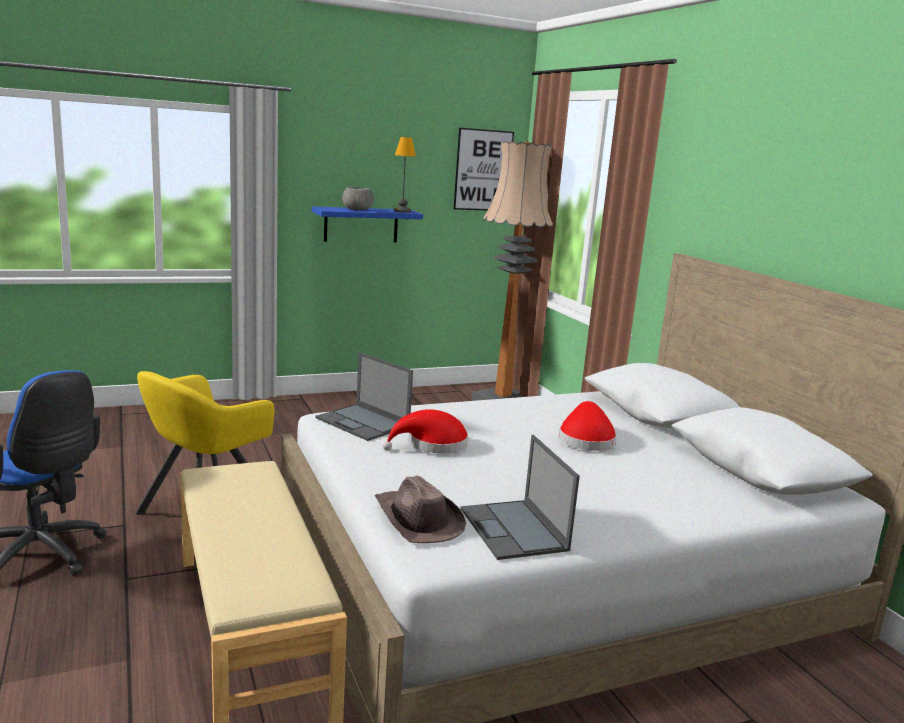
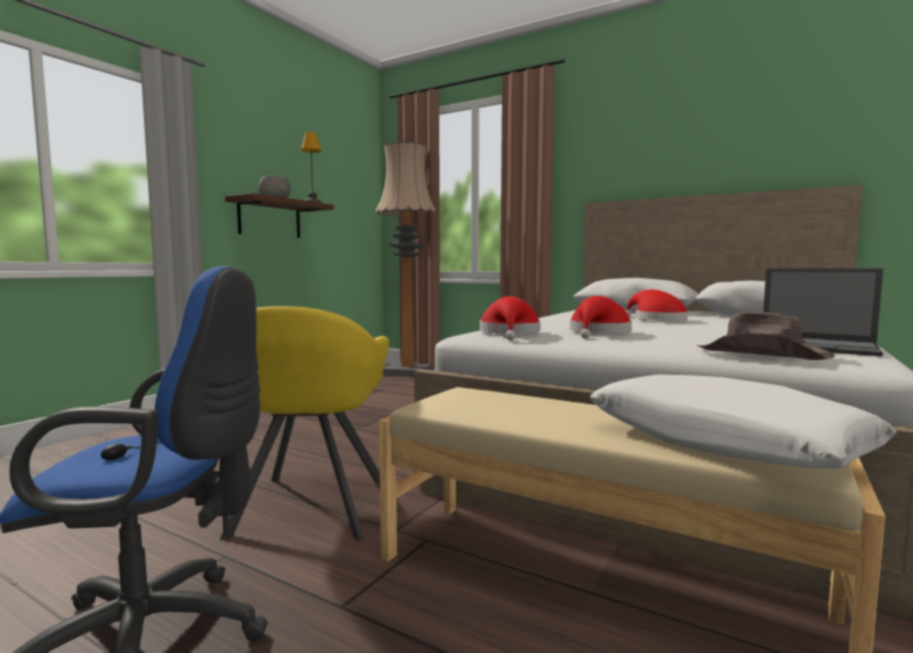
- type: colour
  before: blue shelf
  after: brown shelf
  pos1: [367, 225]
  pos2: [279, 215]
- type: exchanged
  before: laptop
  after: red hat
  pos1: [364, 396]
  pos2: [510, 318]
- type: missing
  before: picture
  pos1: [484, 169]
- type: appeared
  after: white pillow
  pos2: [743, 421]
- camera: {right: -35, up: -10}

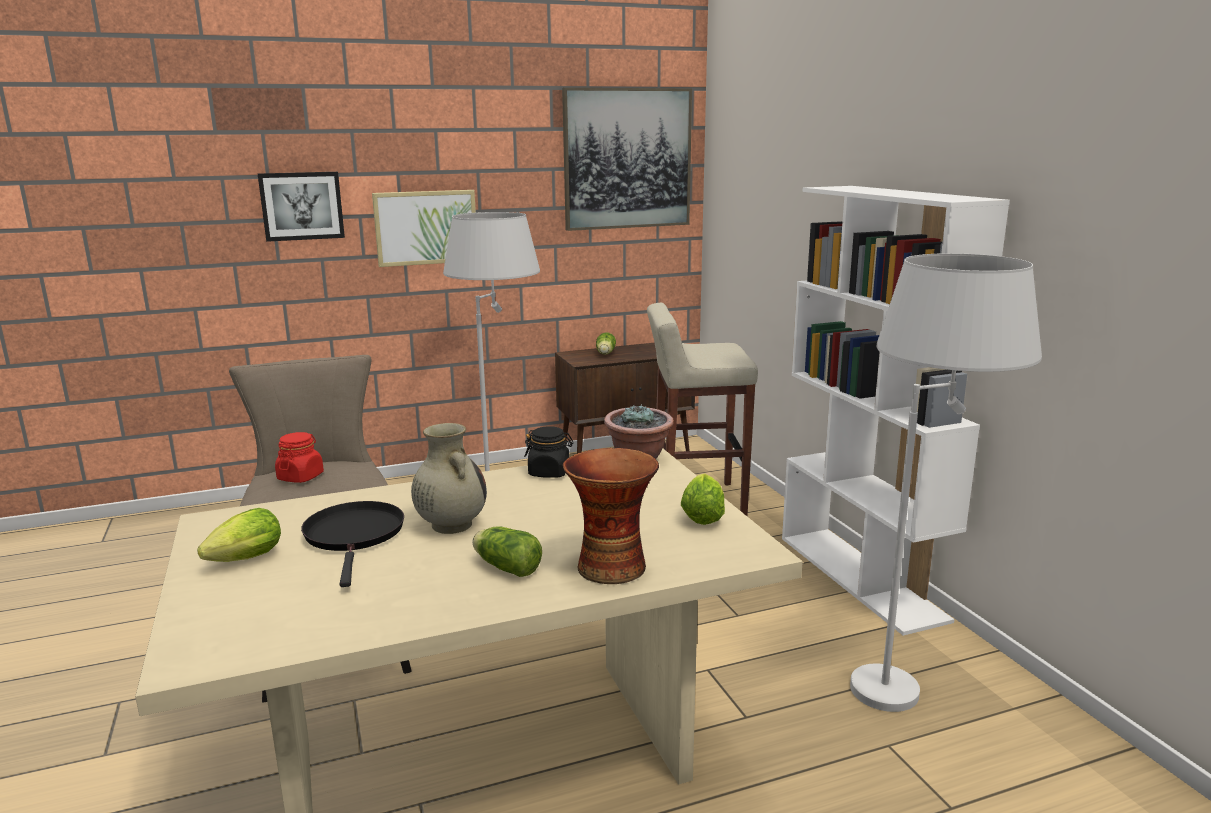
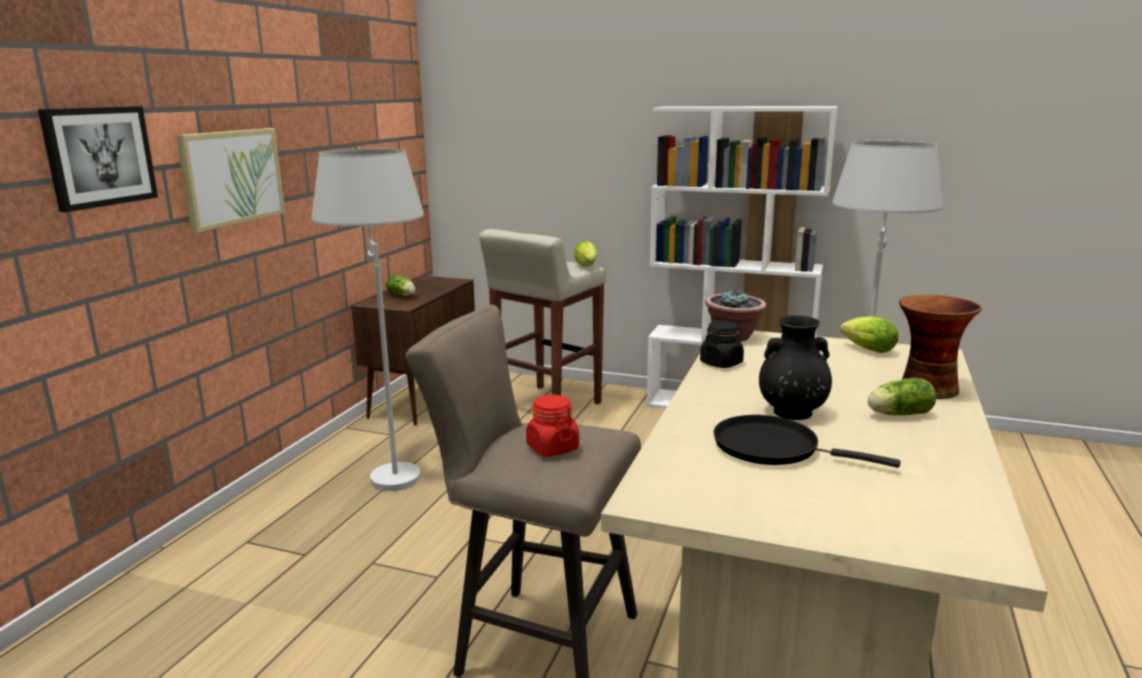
- type: relocated
  before: lettuce
  pos1: [239, 535]
  pos2: [586, 253]
- type: colour
  before: beige vase
  after: black vase
  pos1: [449, 478]
  pos2: [795, 367]
- type: missing
  before: picture
  pos1: [627, 159]
- camera: {right: -50, up: 0}

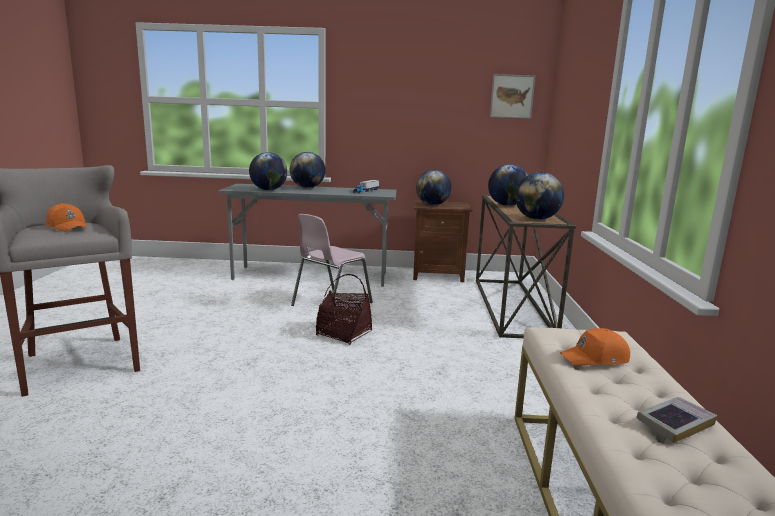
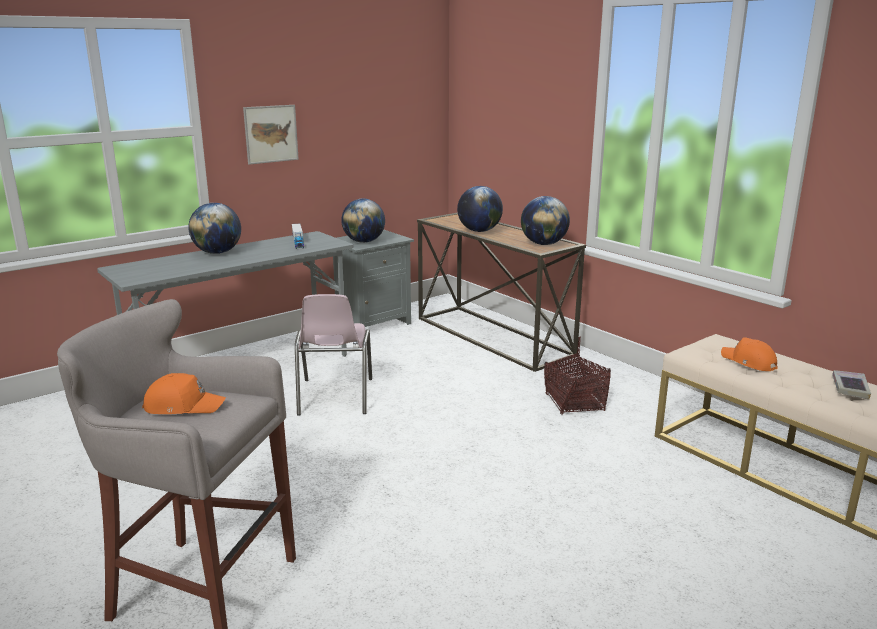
- type: missing
  before: globe
  pos1: [268, 171]
- type: relocated
  before: basket
  pos1: [344, 309]
  pos2: [577, 375]
- type: colour
  before: brown nightstand
  after: grey nightstand
  pos1: [442, 241]
  pos2: [373, 278]
- type: relocated
  before: picture
  pos1: [512, 96]
  pos2: [271, 135]
- type: spun
  before: orange cap
  pos1: [595, 347]
  pos2: [749, 354]
  turn: 105
- camera: {right: -40, up: 5}

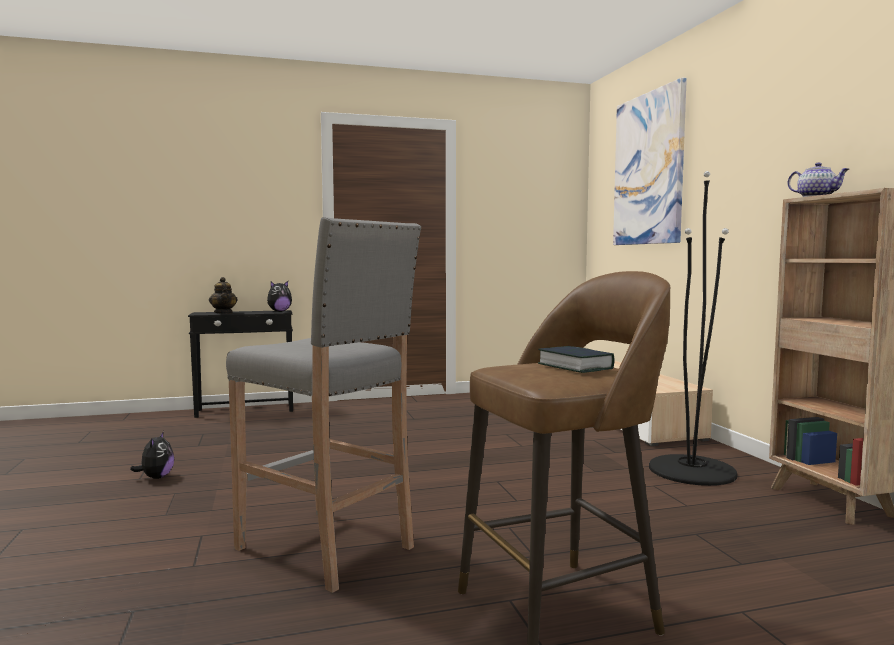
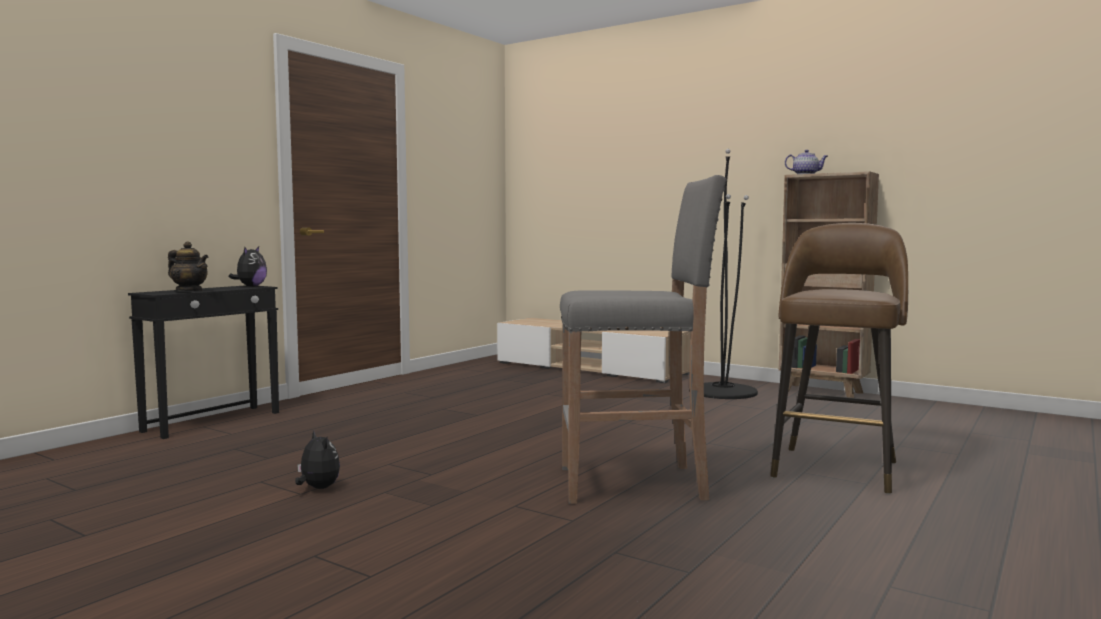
- type: missing
  before: book
  pos1: [576, 359]
- type: missing
  before: picture
  pos1: [650, 161]
- camera: {right: -40, up: 0}

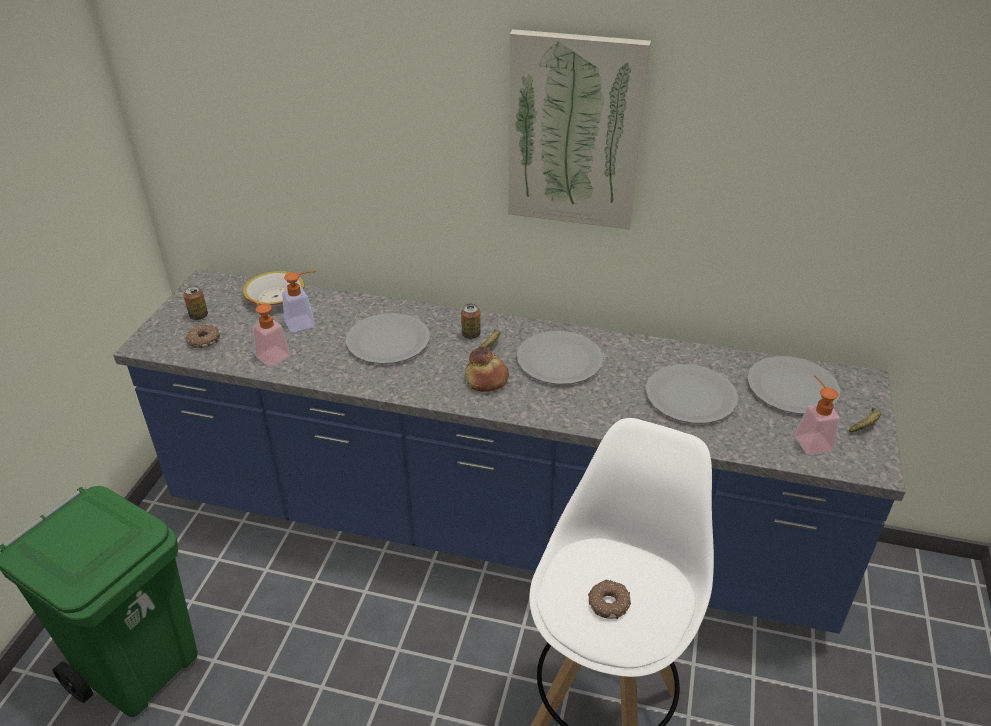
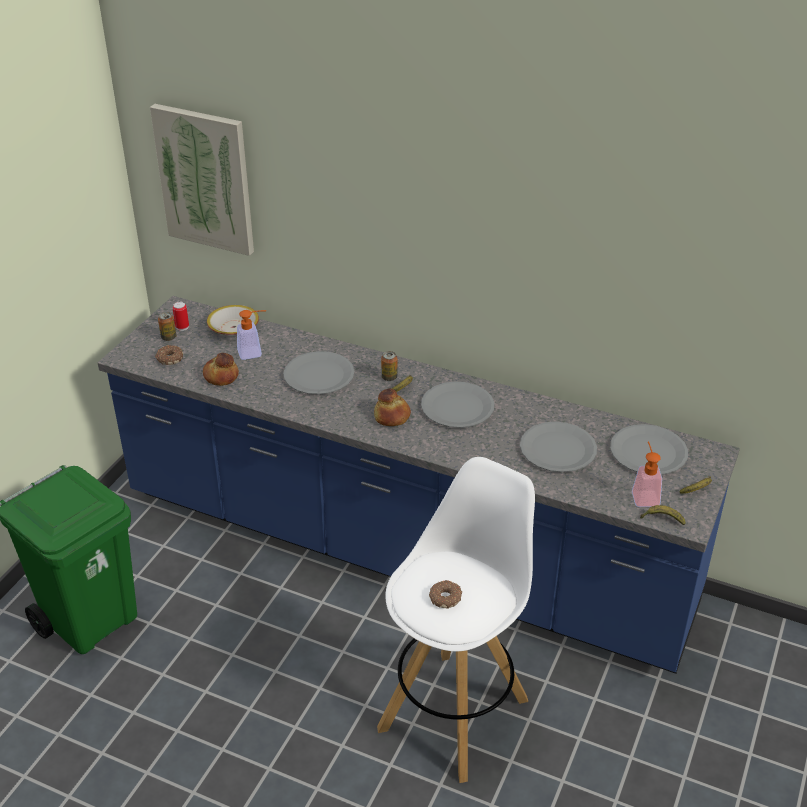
- type: exchanged
  before: soap dispenser
  after: bread
  pos1: [269, 333]
  pos2: [221, 369]
- type: relocated
  before: picture
  pos1: [579, 129]
  pos2: [202, 180]
- type: appeared
  after: can
  pos2: [181, 316]
- type: appeared
  after: banana
  pos2: [663, 515]
- camera: {right: 10, up: 0}

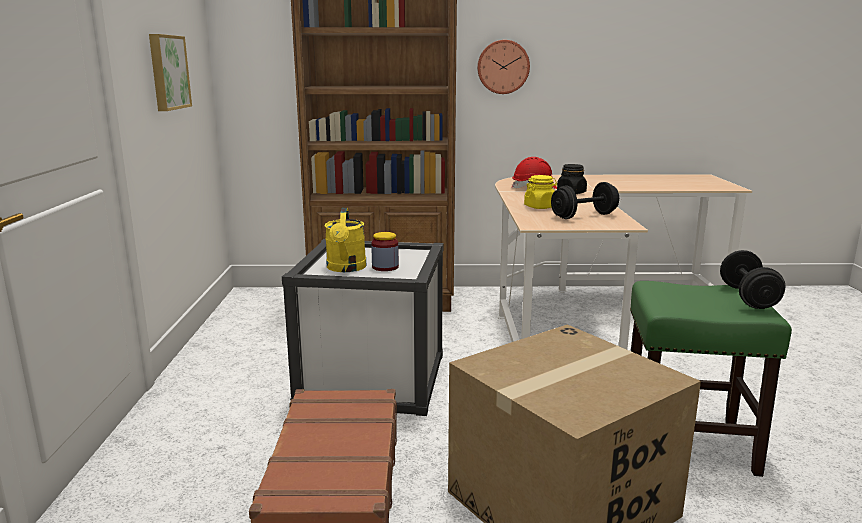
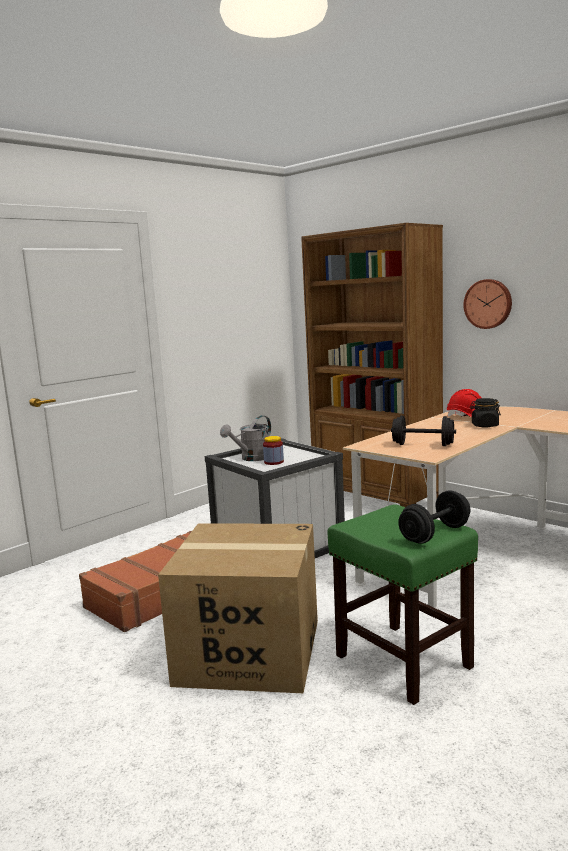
- type: missing
  before: picture
  pos1: [170, 72]
- type: colour
  before: yellow watering can
  after: grey watering can
  pos1: [345, 240]
  pos2: [245, 438]
- type: missing
  before: yellow jar
  pos1: [540, 192]
- camera: {right: 45, up: -5}

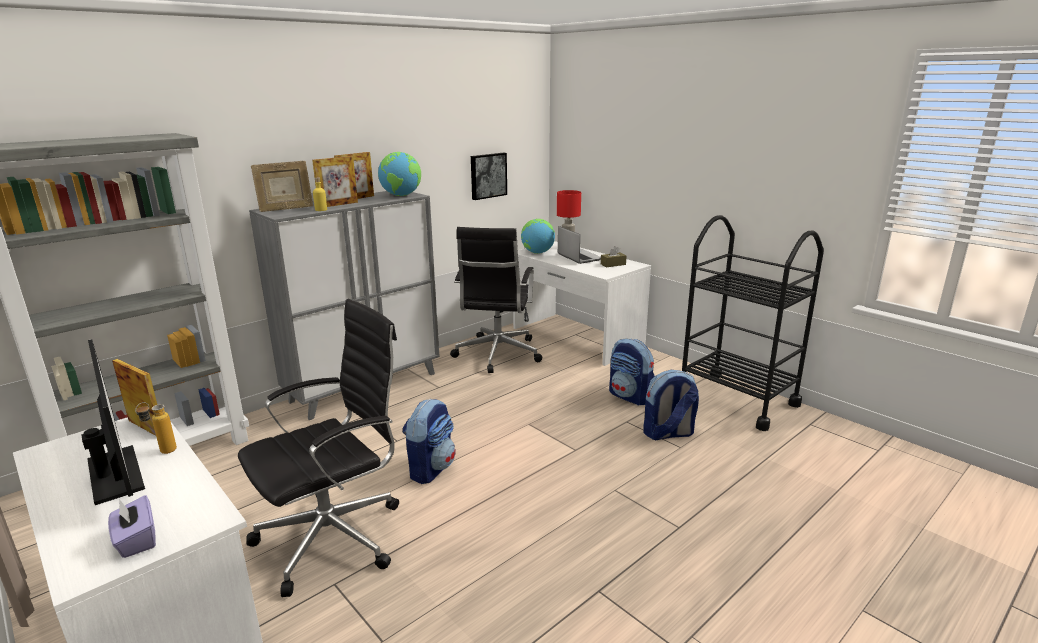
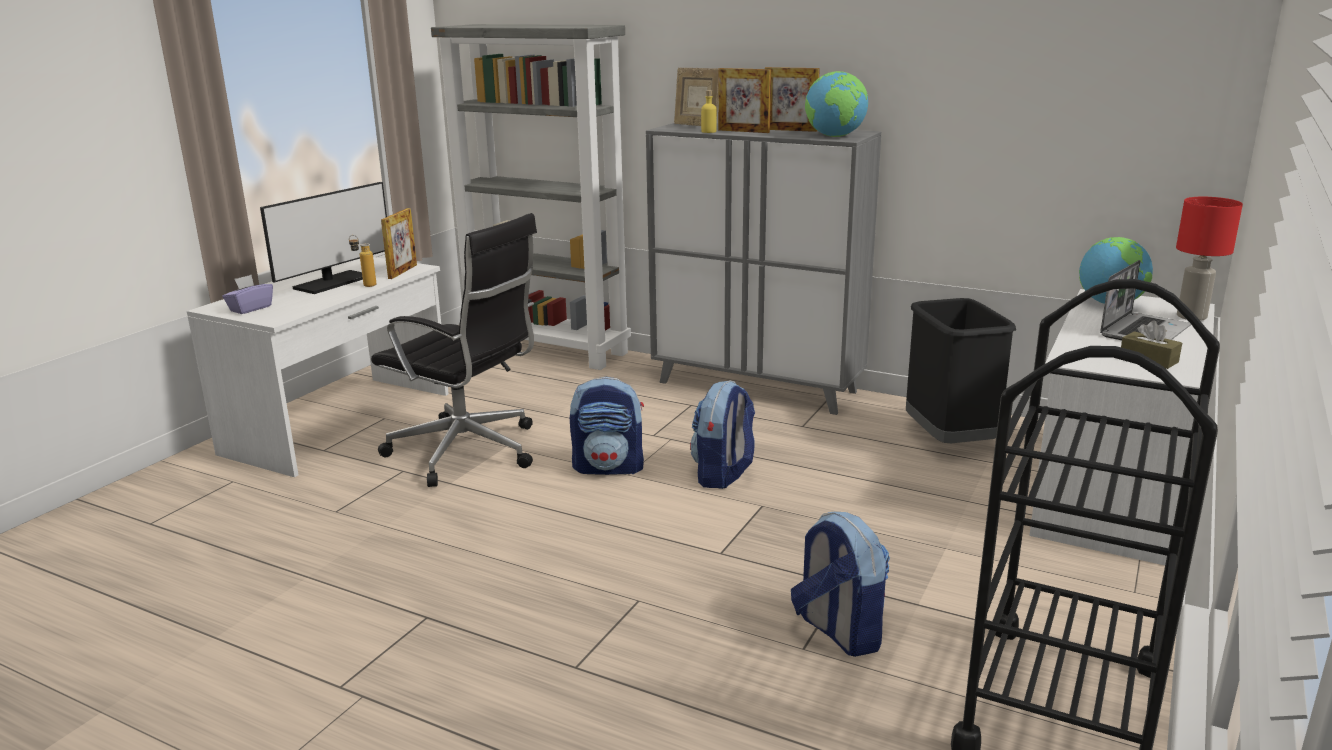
- type: exchanged
  before: black office chair
  after: black trash can
  pos1: [496, 300]
  pos2: [961, 370]
- type: missing
  before: picture
  pos1: [489, 176]
- type: relocated
  before: backpack
  pos1: [631, 371]
  pos2: [722, 434]
- camera: {right: 70, up: 0}

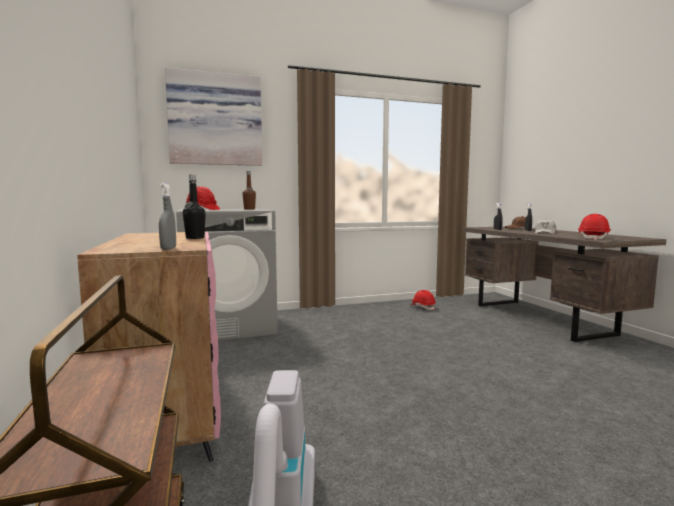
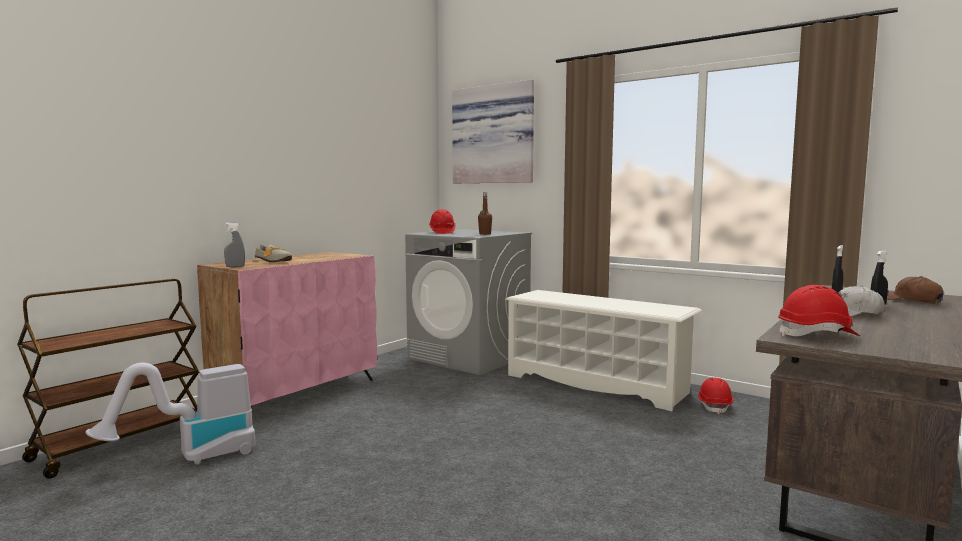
- type: missing
  before: black bottle
  pos1: [194, 207]
- type: appeared
  after: shoe
  pos2: [273, 253]
- type: appeared
  after: white shoe rack
  pos2: [603, 350]
- camera: {right: 55, up: 0}

